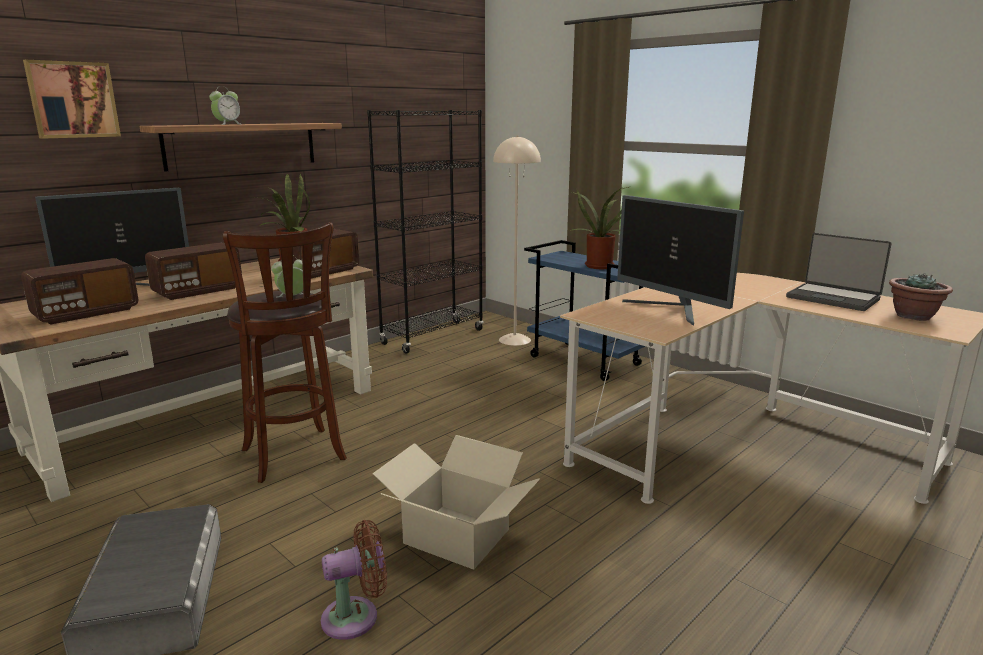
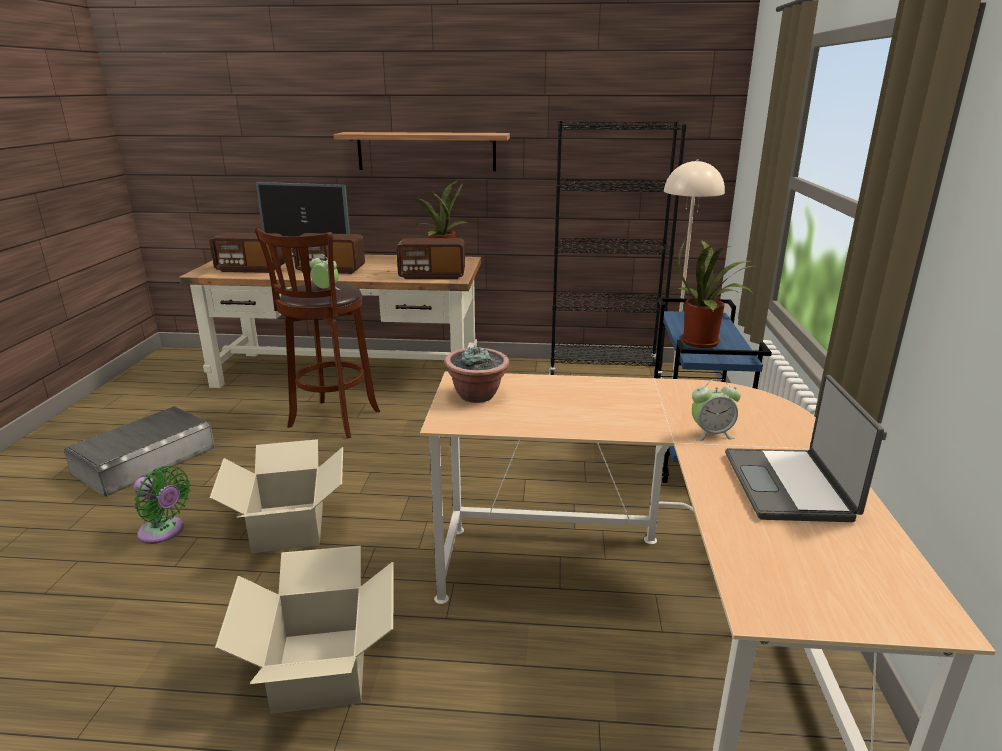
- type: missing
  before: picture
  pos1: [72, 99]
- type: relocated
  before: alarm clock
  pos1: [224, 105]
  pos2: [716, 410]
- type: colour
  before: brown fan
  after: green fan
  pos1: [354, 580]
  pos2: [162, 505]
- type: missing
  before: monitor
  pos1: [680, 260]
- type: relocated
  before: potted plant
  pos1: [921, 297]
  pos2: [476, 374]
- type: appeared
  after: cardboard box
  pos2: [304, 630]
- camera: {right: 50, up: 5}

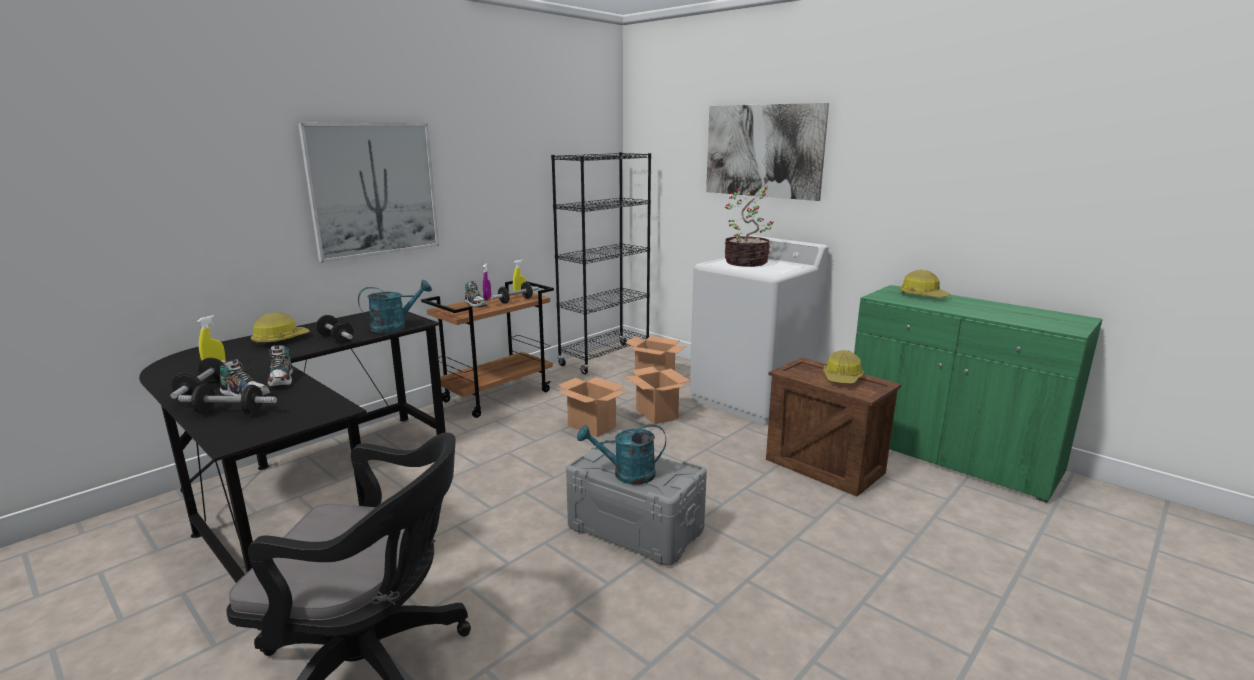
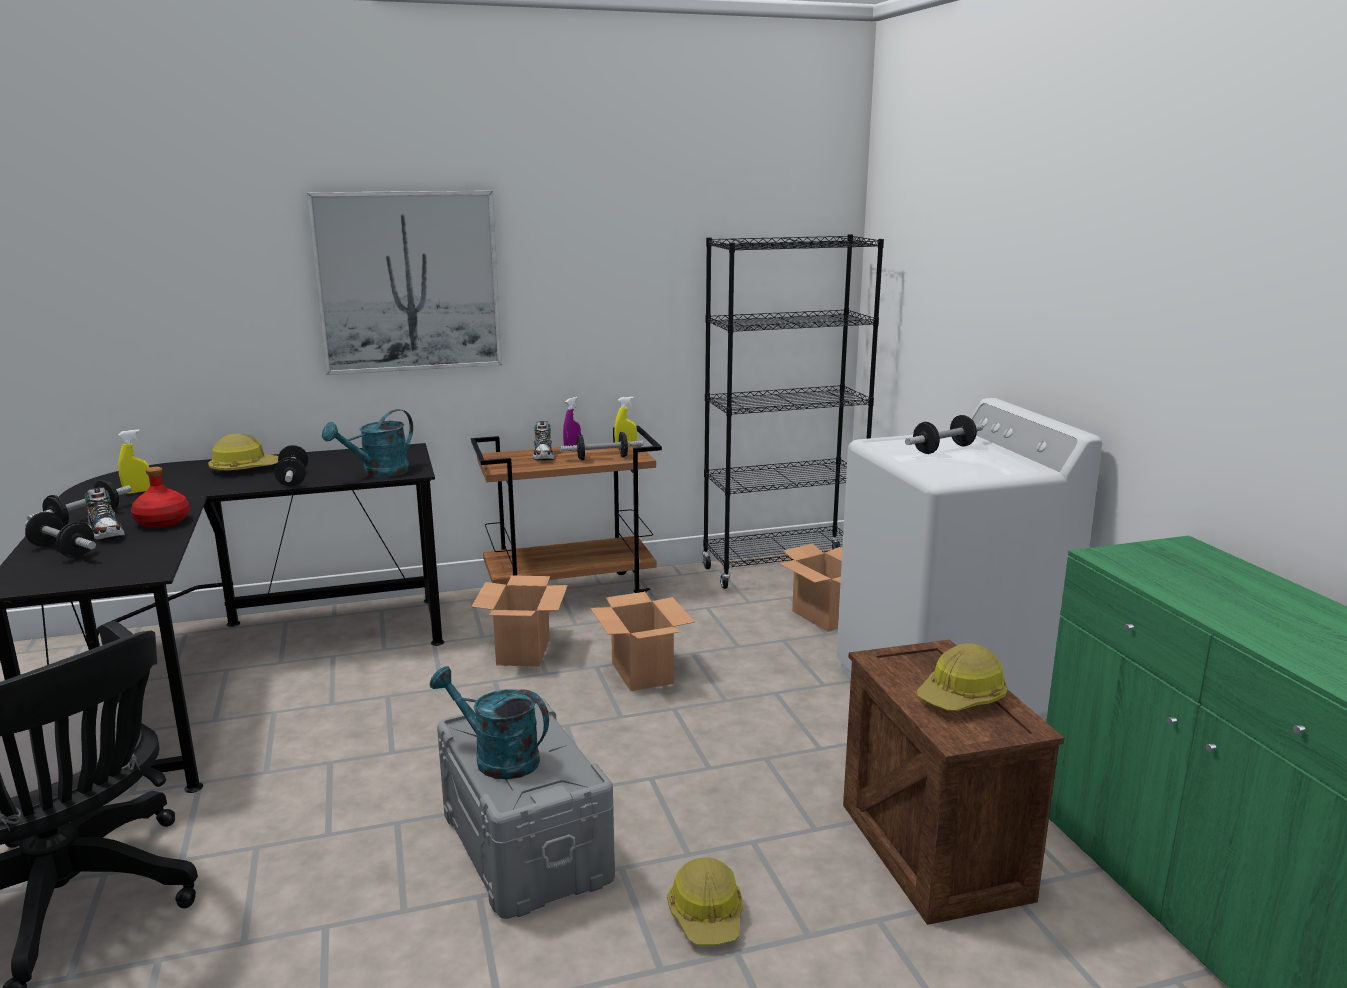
- type: exchanged
  before: shoe
  after: red bottle
  pos1: [280, 366]
  pos2: [160, 497]
- type: spun
  before: turquoise watering can
  pos1: [395, 306]
  pos2: [367, 443]
  turn: 135
- type: relocated
  before: cardboard box
  pos1: [657, 395]
  pos2: [519, 621]
- type: missing
  before: picture
  pos1: [767, 152]
- type: exchanged
  before: potted plant
  after: dumbbell
  pos1: [749, 227]
  pos2: [944, 434]
- type: relocated
  before: hard hat
  pos1: [924, 283]
  pos2: [705, 901]
- camera: {right: 30, up: 0}

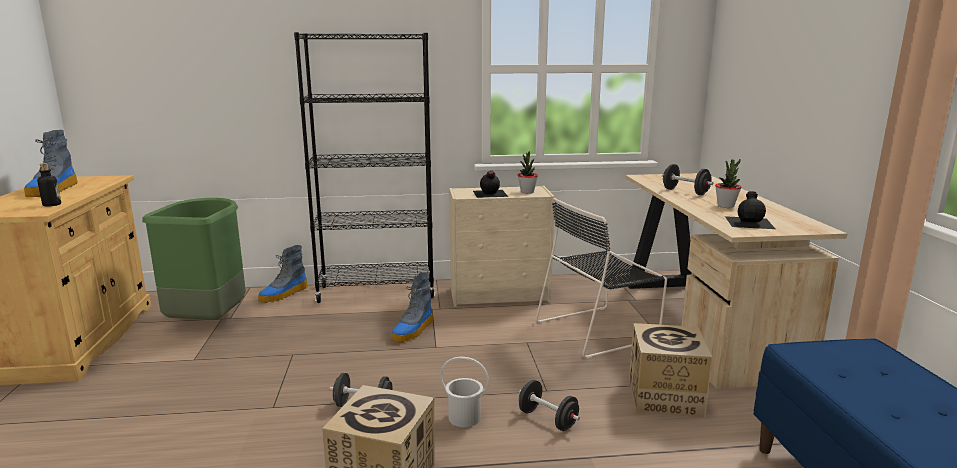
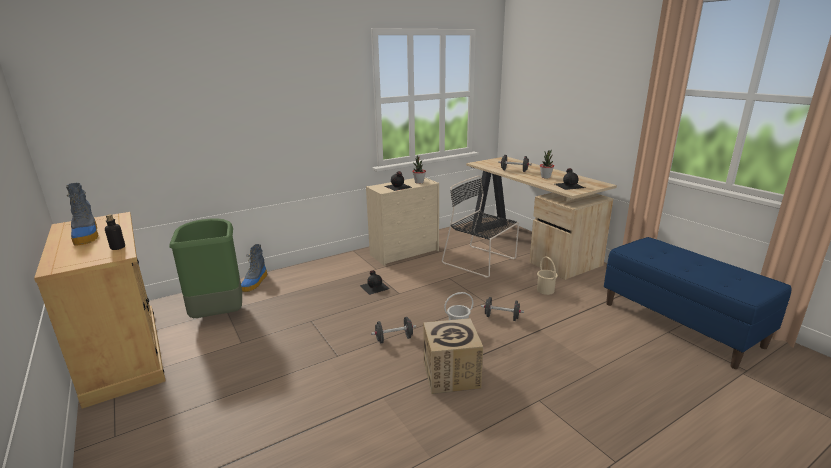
- type: missing
  before: black bookcase
  pos1: [364, 167]
- type: exchanged
  before: boot
  after: black bottle
  pos1: [412, 308]
  pos2: [375, 282]
- type: spun
  before: black chair
  pos1: [601, 278]
  pos2: [480, 226]
  turn: 90
- type: exchanged
  before: cardboard box
  after: beige bucket
  pos1: [671, 370]
  pos2: [547, 275]
- camera: {right: -25, up: 5}

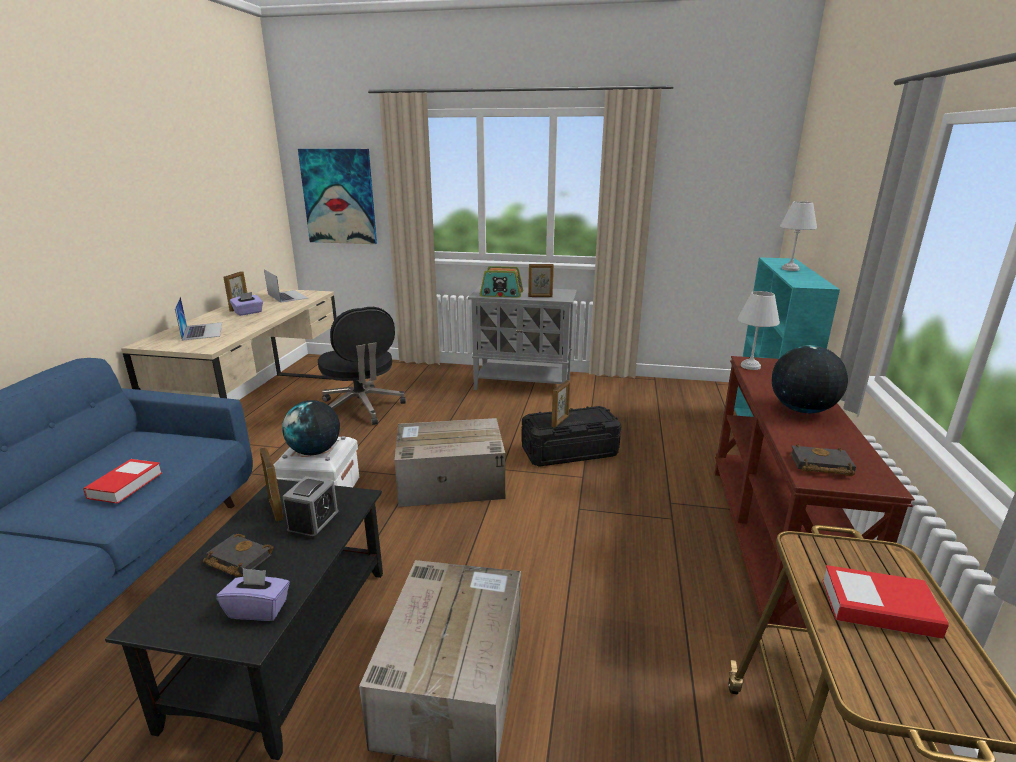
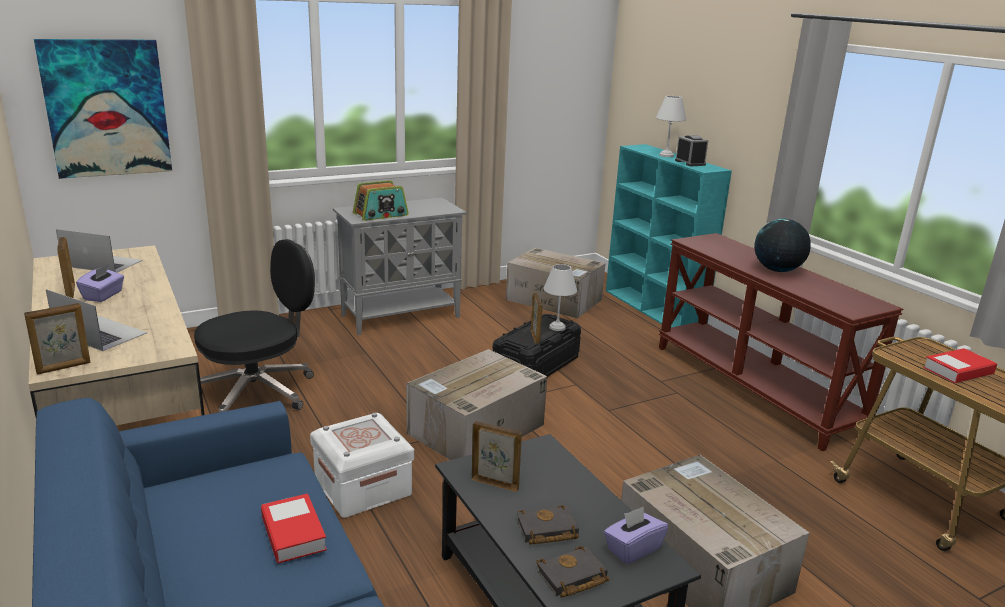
- type: missing
  before: globe
  pos1: [311, 427]
- type: relocated
  before: alarm clock
  pos1: [310, 508]
  pos2: [691, 150]
- type: spun
  before: black office chair
  pos1: [362, 366]
  pos2: [254, 325]
  turn: -60
- type: relocated
  before: picture frame
  pos1: [541, 280]
  pos2: [57, 339]
- type: relocated
  before: white table lamp
  pos1: [759, 330]
  pos2: [560, 297]
- type: relocated
  before: black book
  pos1: [823, 460]
  pos2: [572, 572]
- type: appeared
  after: cardboard box
  pos2: [556, 283]
- camera: {right: -40, up: 0}

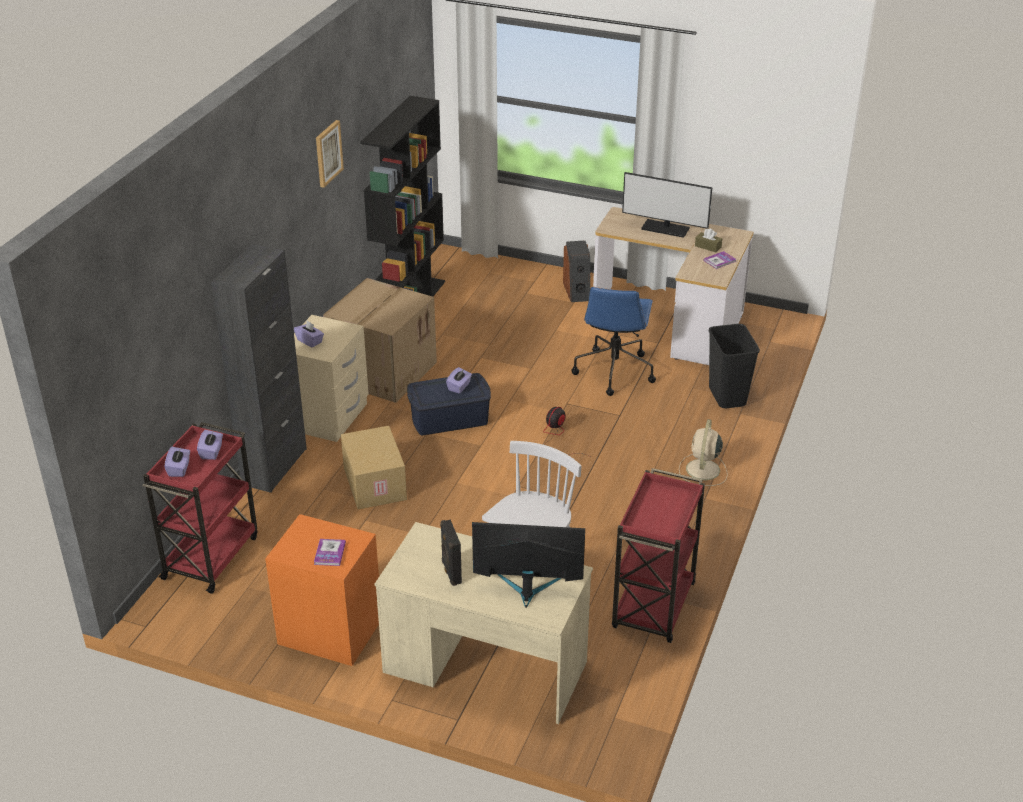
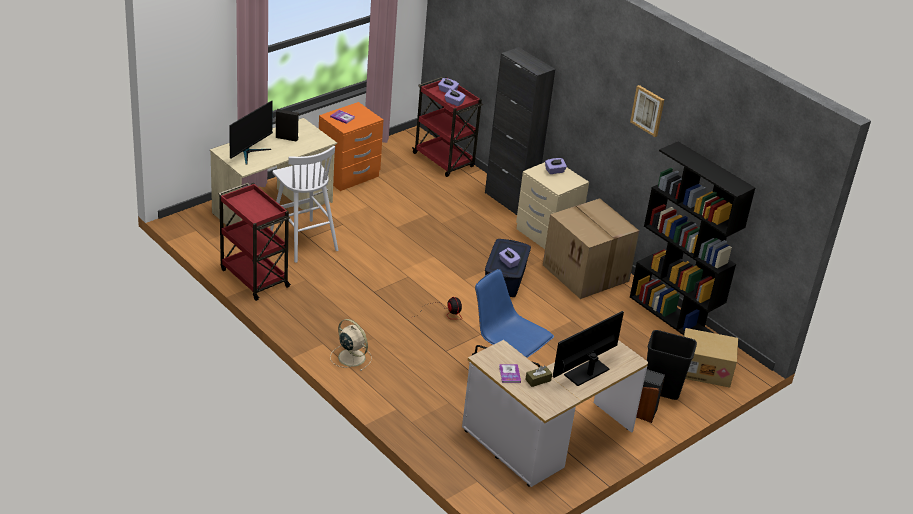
- type: relocated
  before: cardboard box
  pos1: [374, 467]
  pos2: [710, 357]
- type: relocated
  before: black trash can
  pos1: [734, 366]
  pos2: [672, 365]
- camera: {right: 115, up: 0}

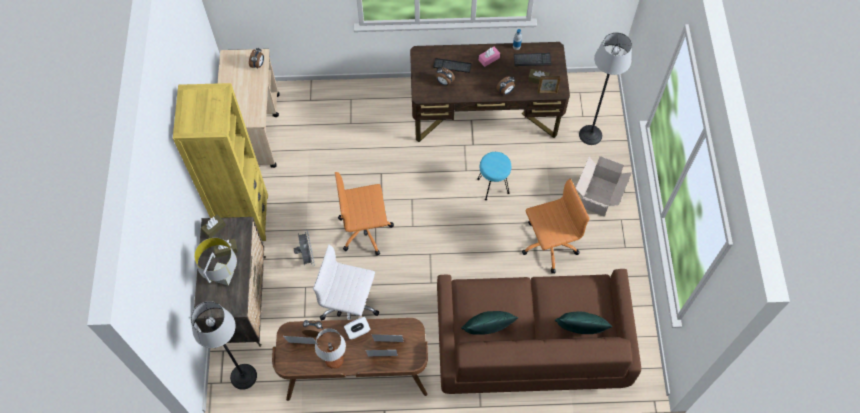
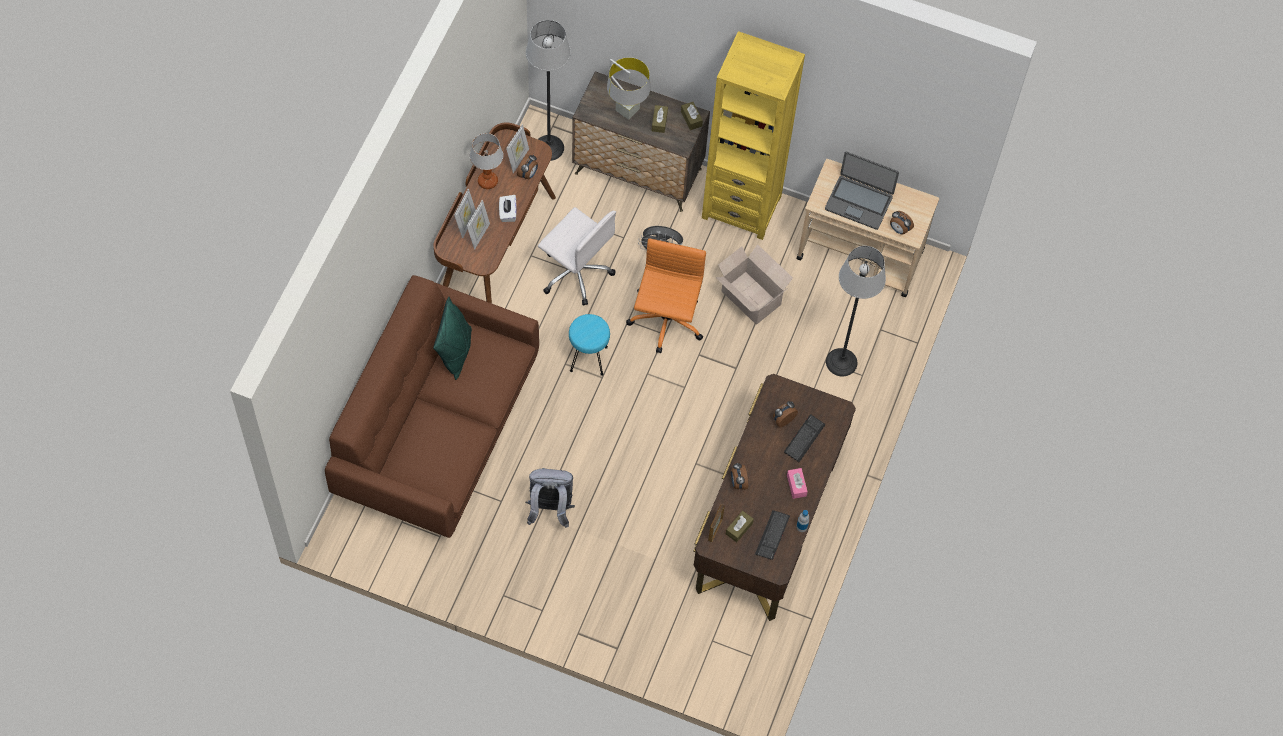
- type: spun
  before: white office chair
  pos1: [346, 282]
  pos2: [577, 256]
  turn: 90
- type: relocated
  before: turquoise stool
  pos1: [494, 176]
  pos2: [589, 345]
- type: exchanged
  before: orange office chair
  after: grey backpack
  pos1: [556, 226]
  pos2: [550, 498]
- type: missing
  before: green pillow
  pos1: [583, 322]
- type: relocated
  before: cardboard box
  pos1: [604, 186]
  pos2: [754, 284]
- type: relocated
  before: floor lamp
  pos1: [605, 88]
  pos2: [856, 311]
- type: appeared
  after: laptop
  pos2: [862, 191]
- camera: {right: 110, up: 0}

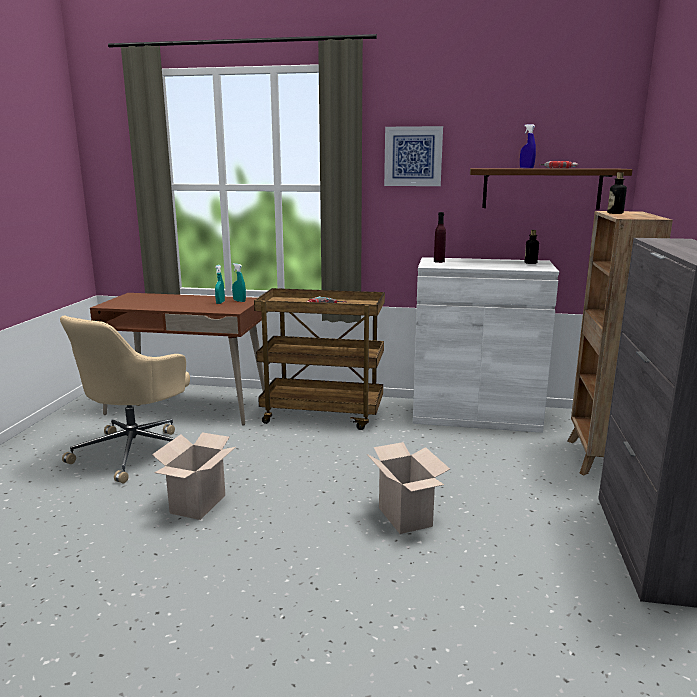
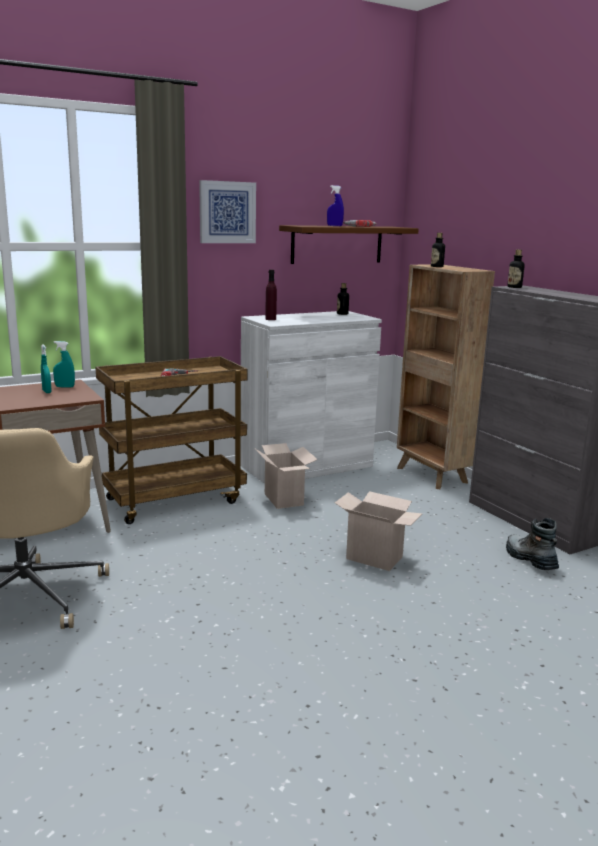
- type: relocated
  before: cardboard box
  pos1: [194, 476]
  pos2: [286, 476]
- type: appeared
  after: boot
  pos2: [532, 544]
- type: appeared
  after: bottle
  pos2: [516, 269]
- camera: {right: -40, up: 0}

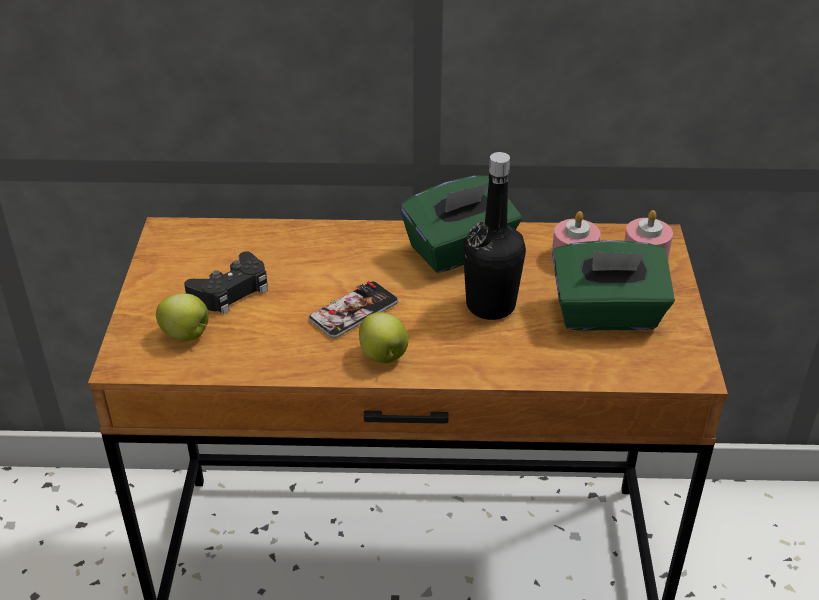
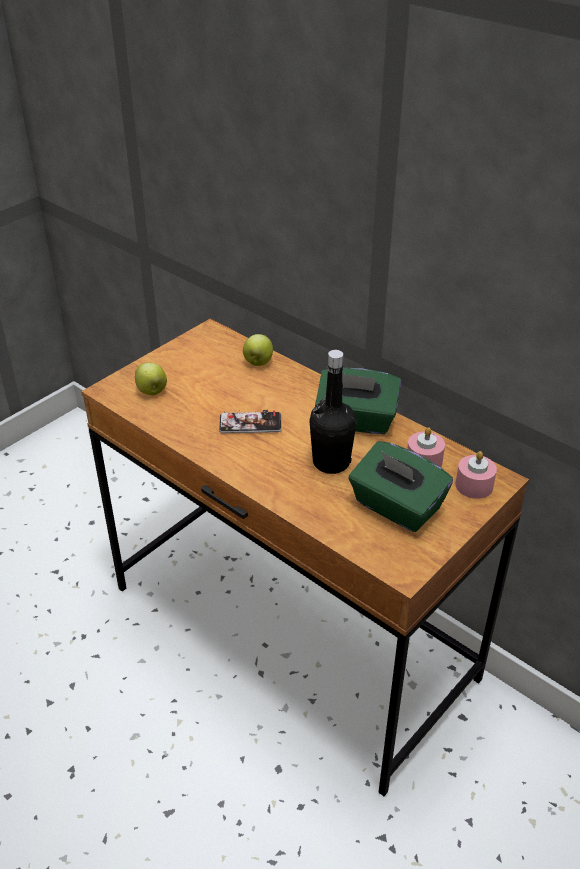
- type: missing
  before: black game controller
  pos1: [226, 282]
- type: relocated
  before: apple
  pos1: [384, 337]
  pos2: [258, 350]
- camera: {right: 40, up: 0}

